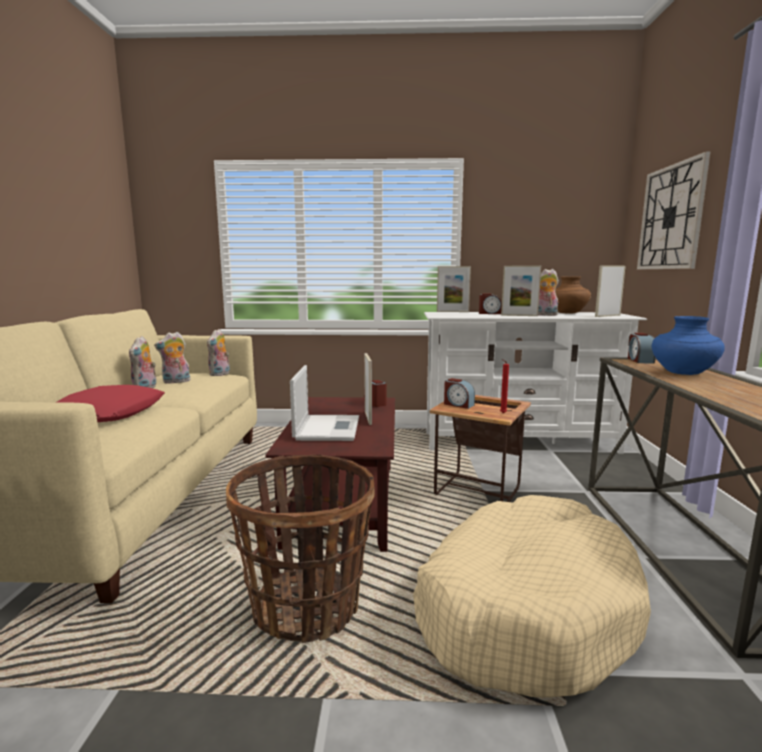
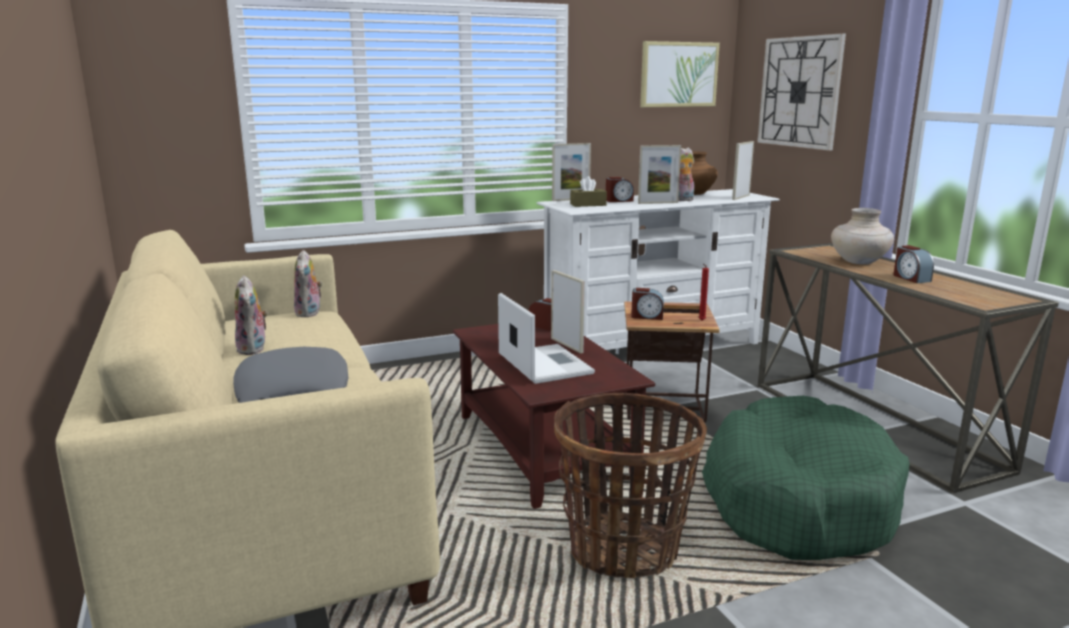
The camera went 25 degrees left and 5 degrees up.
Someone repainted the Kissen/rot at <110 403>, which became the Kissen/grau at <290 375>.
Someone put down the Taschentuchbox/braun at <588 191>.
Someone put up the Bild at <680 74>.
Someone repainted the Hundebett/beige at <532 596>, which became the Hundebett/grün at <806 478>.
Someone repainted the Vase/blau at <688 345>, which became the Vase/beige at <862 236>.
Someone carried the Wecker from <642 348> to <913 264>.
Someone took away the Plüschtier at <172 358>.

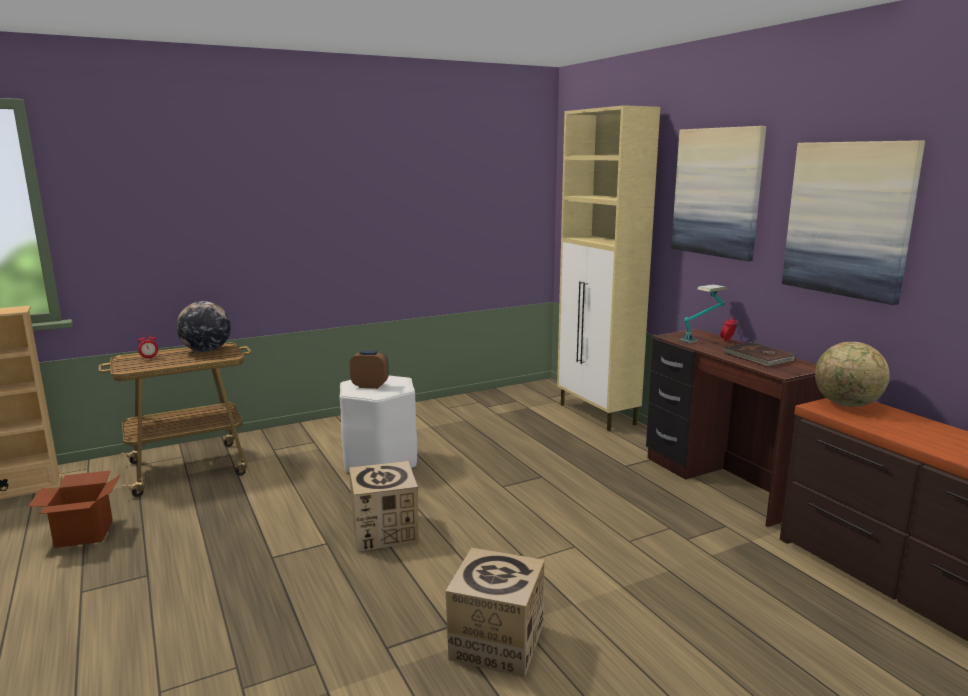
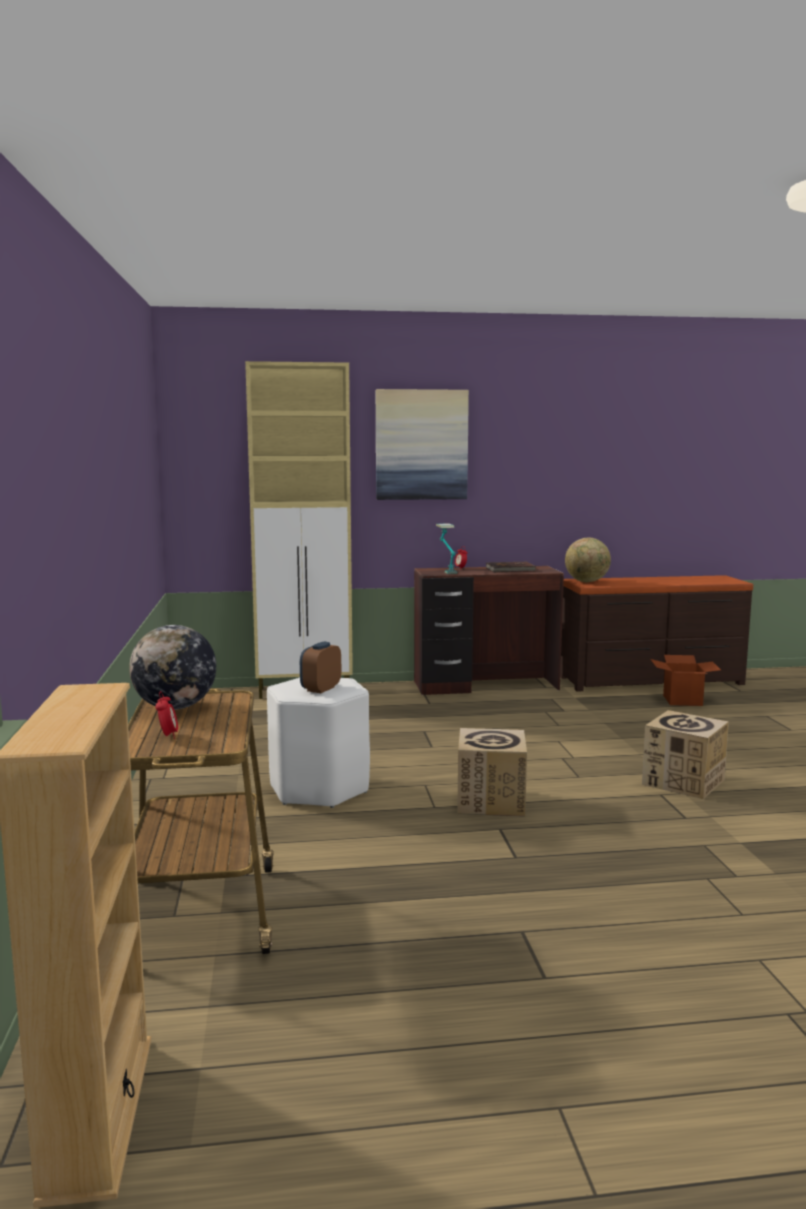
The camera went 70 degrees left and 5 degrees down.
Someone carried the Karton from <73 509> to <685 680>.
Someone took away the Bild at <853 222>.

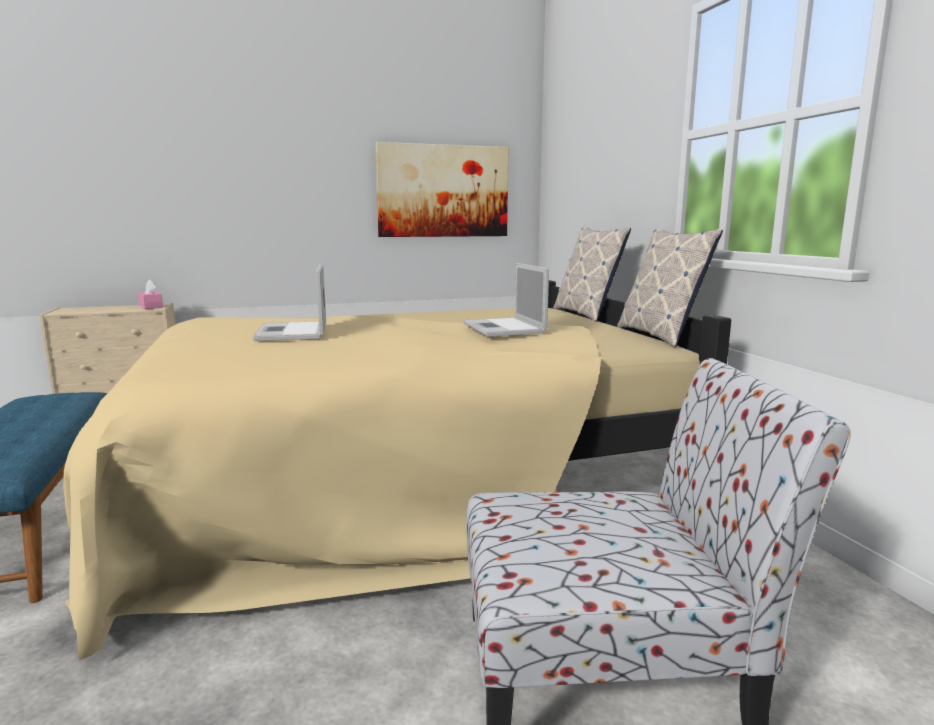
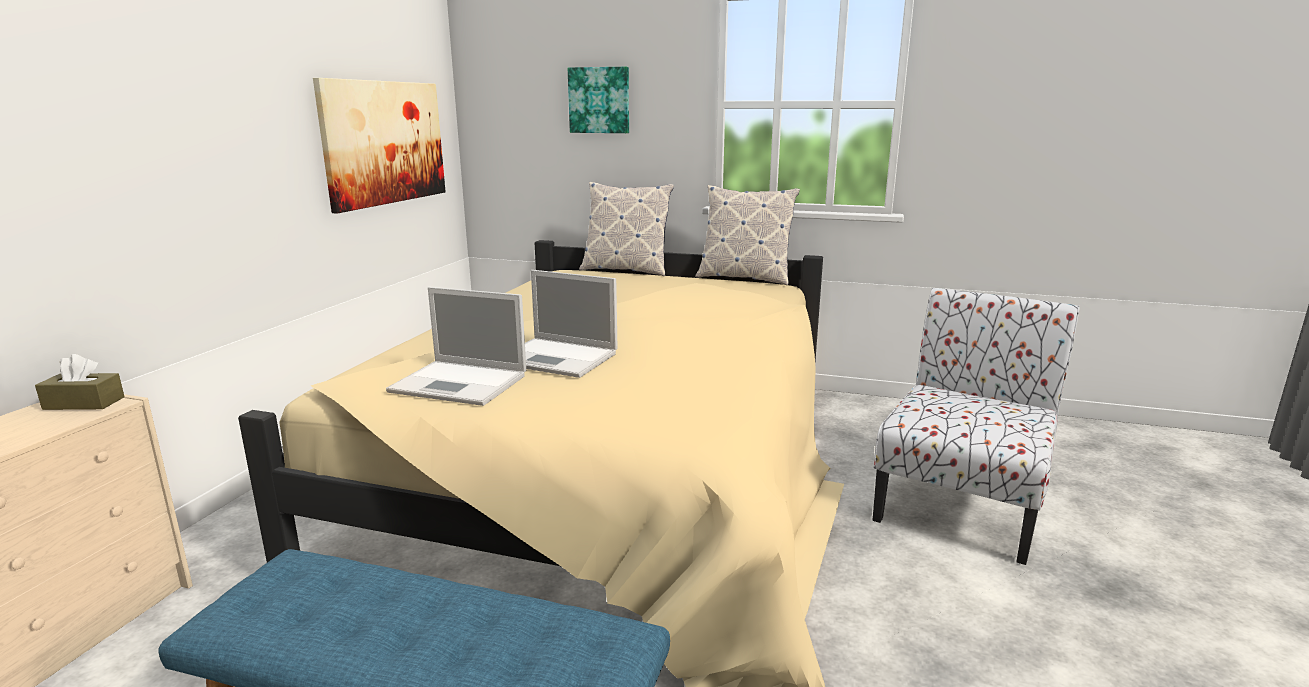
The camera went 55 degrees left and 5 degrees up.
Someone repainted the Taschentuchbox/rosa at <150 294>, which became the Taschentuchbox/braun at <80 382>.
Someone carried the Laptop from <506 300> to <456 346>.
Someone put up the Bild at <598 100>.

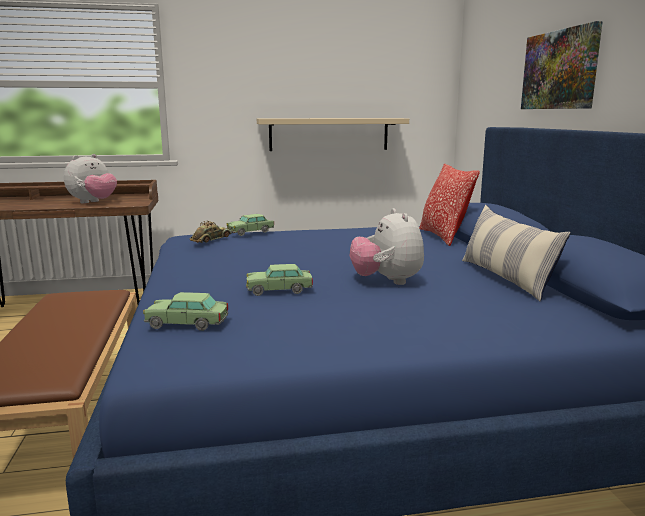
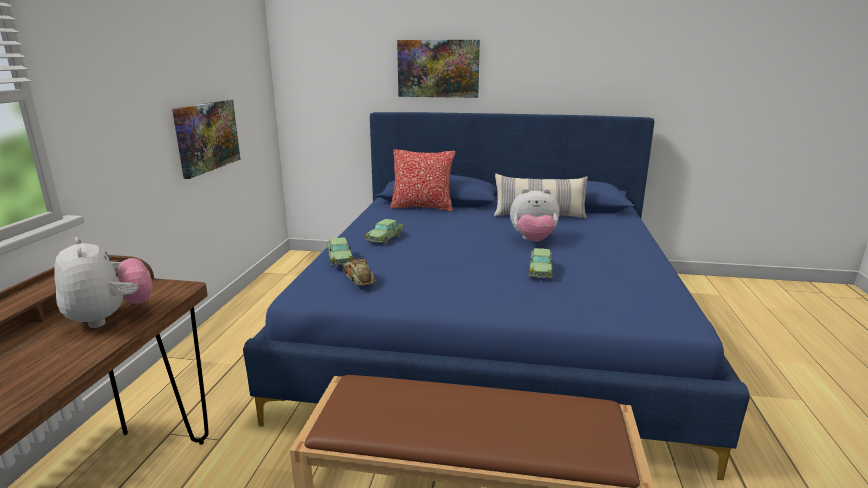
The camera went 70 degrees left and 5 degrees up.
Someone swapped the Wandregal/beige at <333 134> for the Bild at <206 139>.
Someone carried the Spielzeugauto from <185 311> to <384 232>.

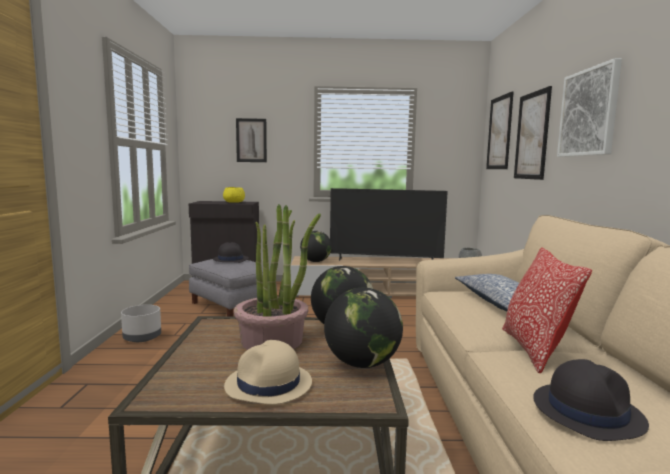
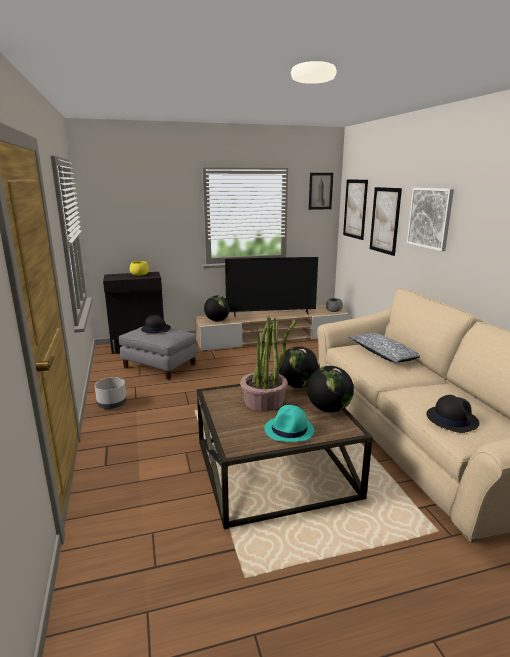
The camera went 15 degrees left and 10 degrees up.
Someone repainted the Hut/beige at <268 372>, which became the Hut/türkis at <289 423>.
Someone carried the Bild from <251 140> to <321 191>.
Someone took away the Kissen at <547 310>.

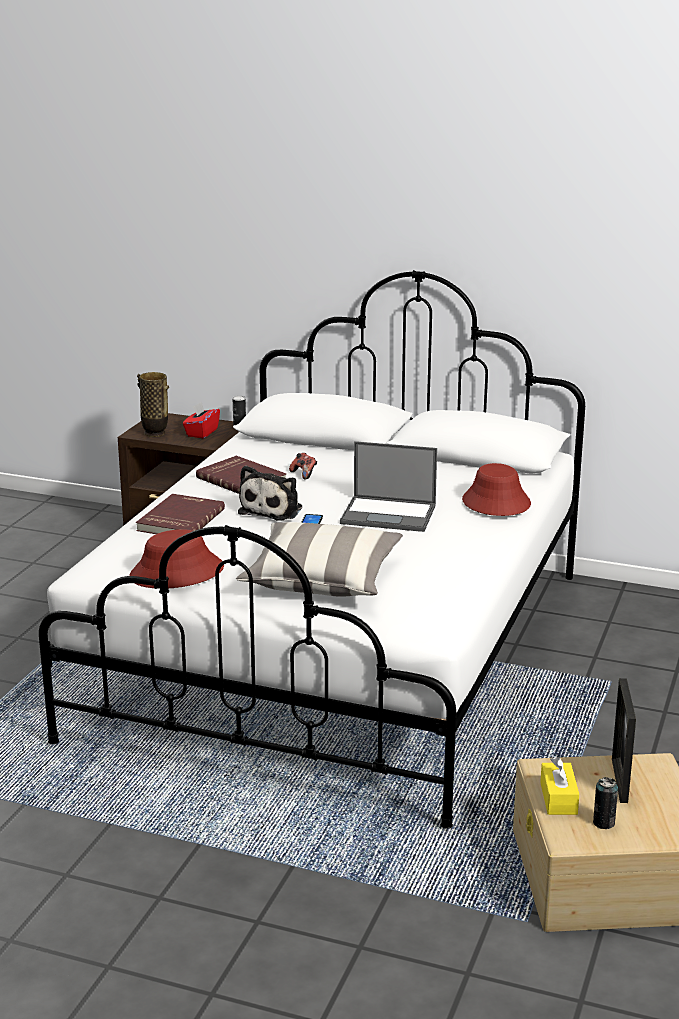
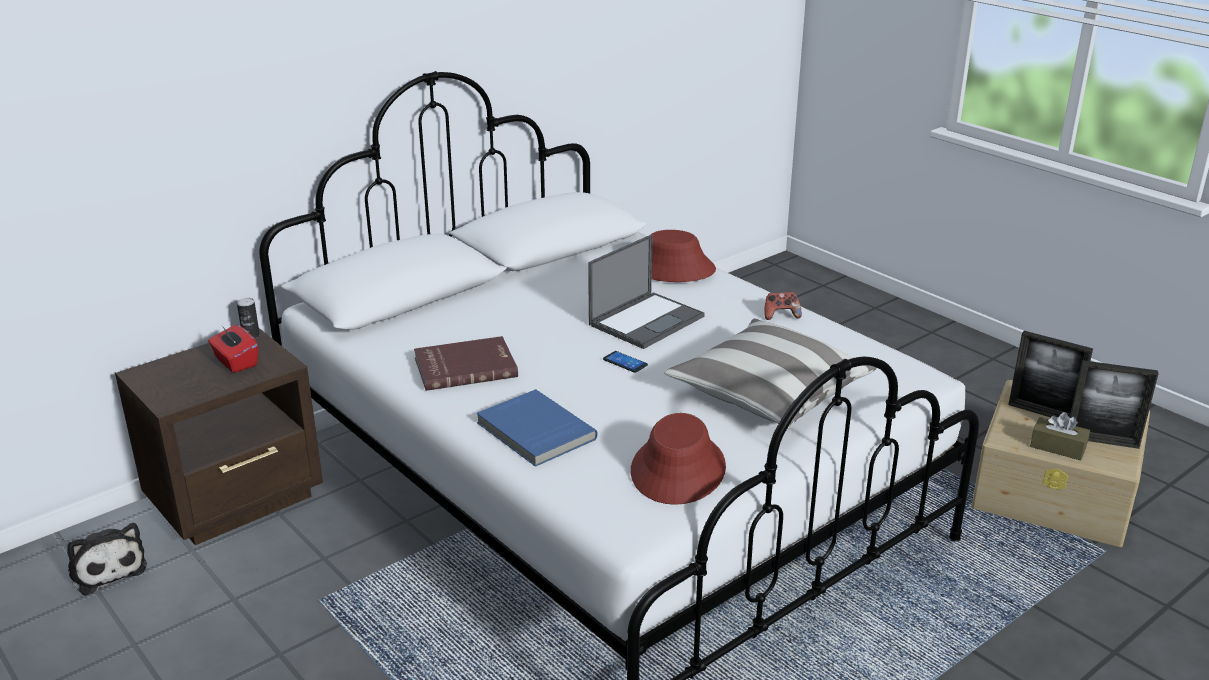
The camera went 60 degrees left and 5 degrees up.
Someone carried the Plüschtier from <270 493> to <107 559>.
Someone repainted the Buch/rot at <180 514>, which became the Buch/blau at <537 428>.
Someone carried the Gamepad from <303 466> to <783 306>.
Someone repainted the Taschentuchbox/gelb at <559 786>, which became the Taschentuchbox/braun at <1060 436>.
Someone swapped the Dose at <605 803> for the Bilderrahmen at <1114 404>.
Someone took away the Vase at <153 404>.

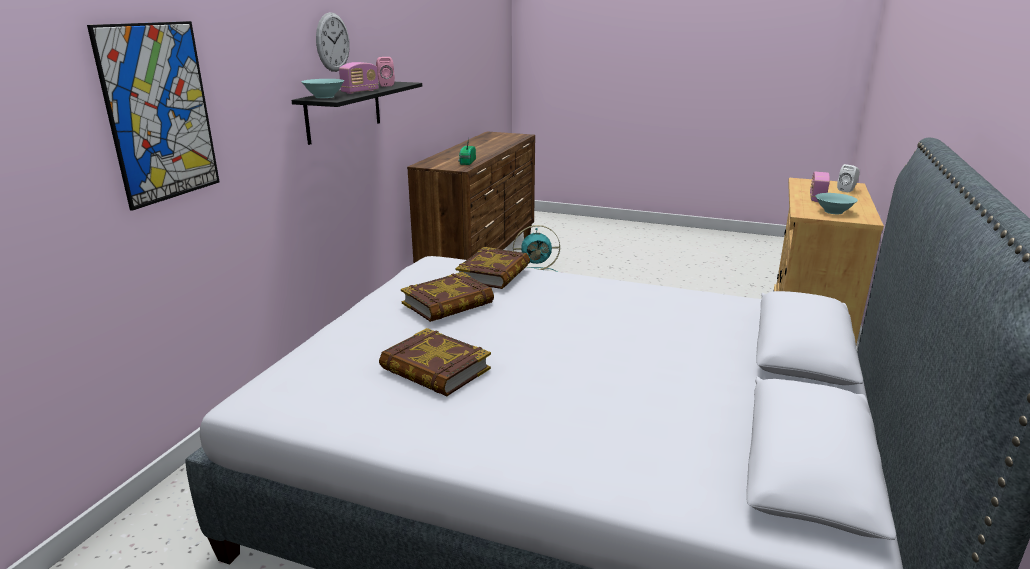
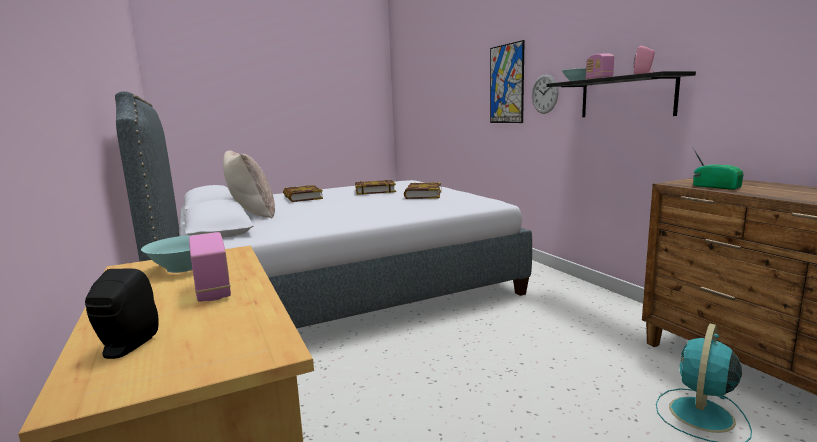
The camera went 135 degrees right and 10 degrees down.
Someone repainted the Lautsprecher/weiß at <848 178>, which became the Lautsprecher/schwarz at <122 314>.
Someone put down the Kissen/beige at <249 185>.
Someone carried the Buch from <493 268> to <303 193>.
Someone carried the Wanduhr from <333 42> to <545 94>.

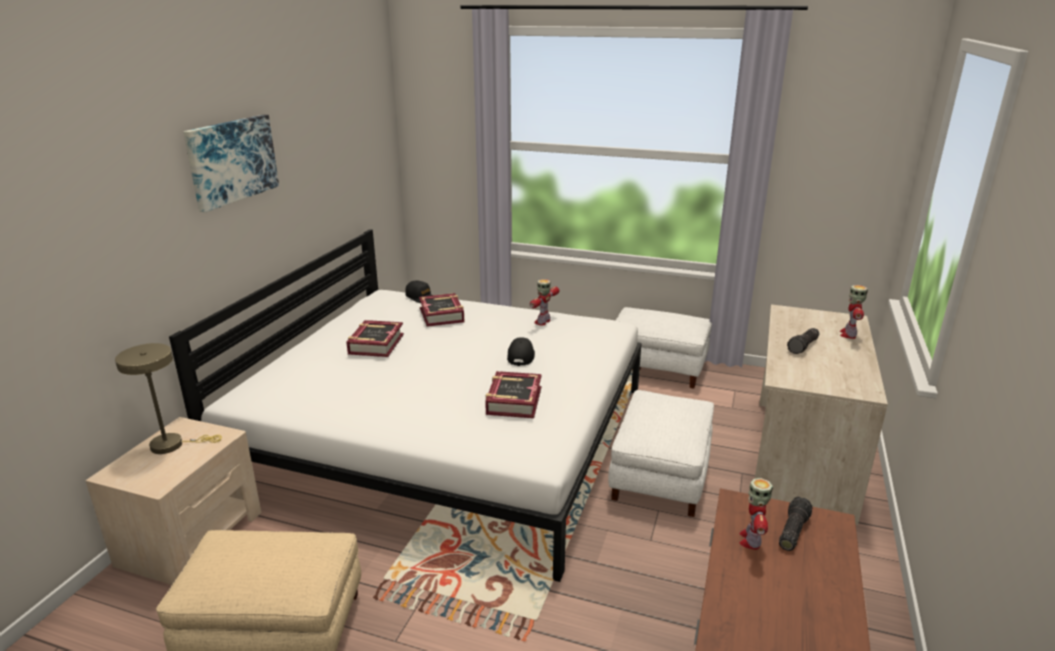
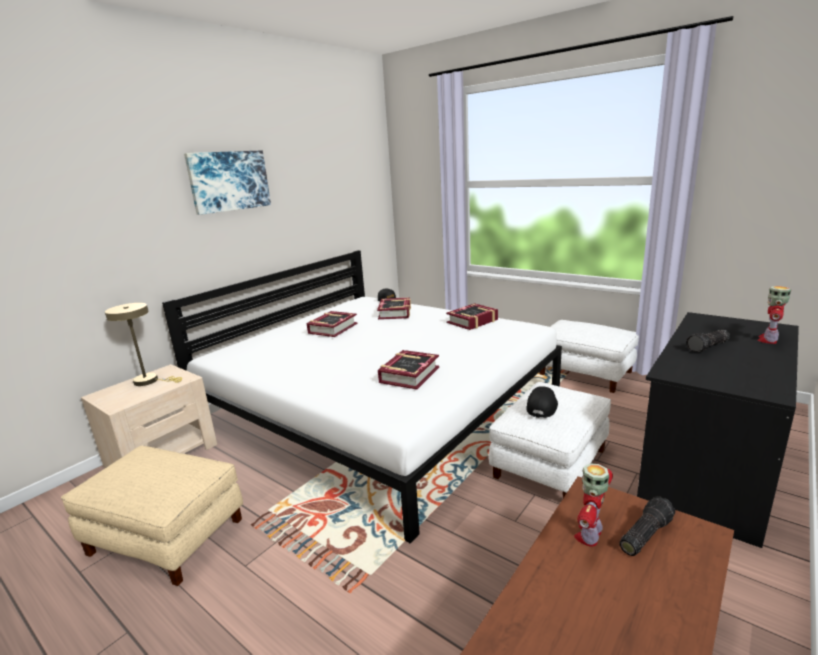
The camera went 20 degrees right and 5 degrees down.
Someone swapped the Spielzeugroboter at <544 302> for the Buch at <472 316>.
Someone carried the Kappe/schwarz from <521 351> to <542 402>.
Someone repainted the Schreibtisch/beige at <821 414>, which became the Schreibtisch/schwarz at <718 430>.

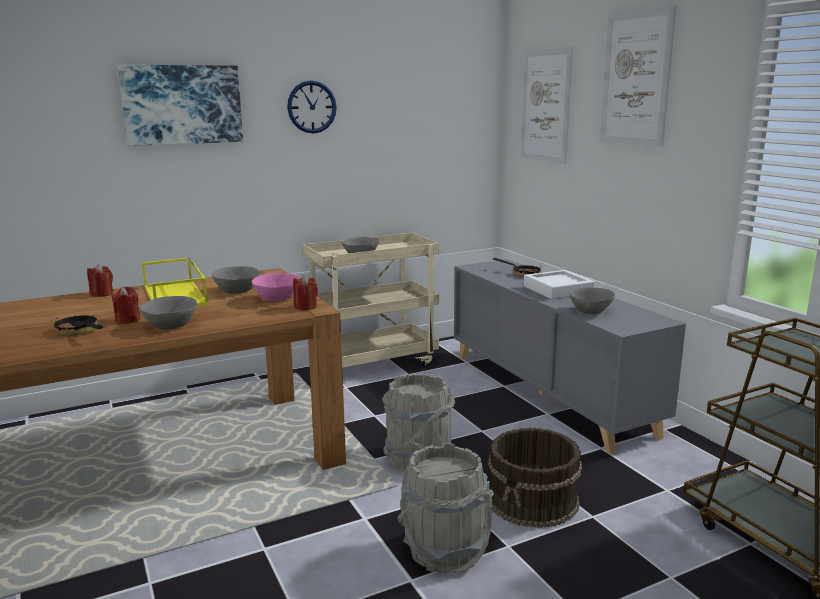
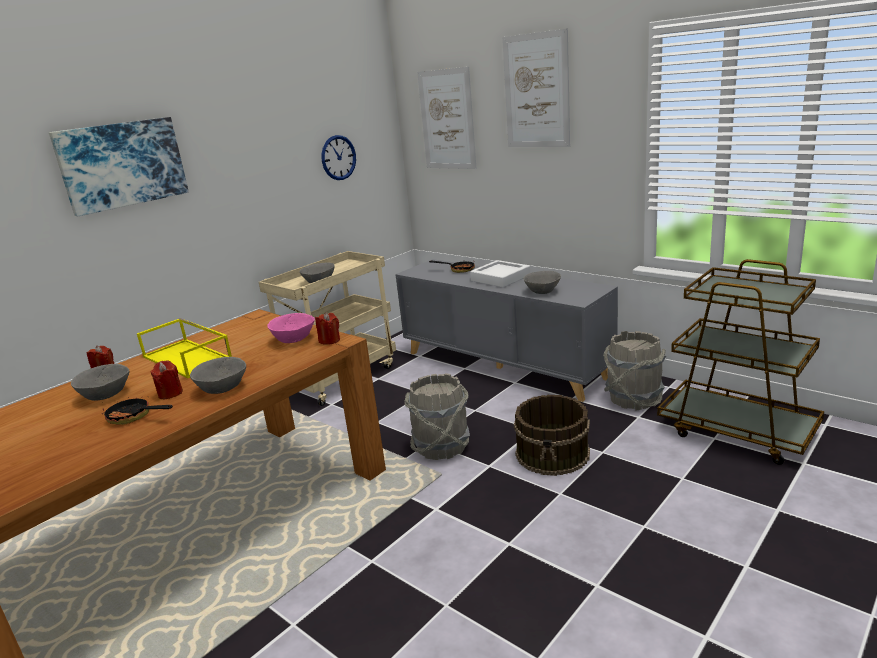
The camera went 20 degrees left and 5 degrees up.
Someone carried the Schüssel/grau from <236 280> to <100 382>.
Someone carried the Wanduhr from <312 107> to <338 157>.
Someone carried the Eimer/grau from <445 508> to <634 371>.

